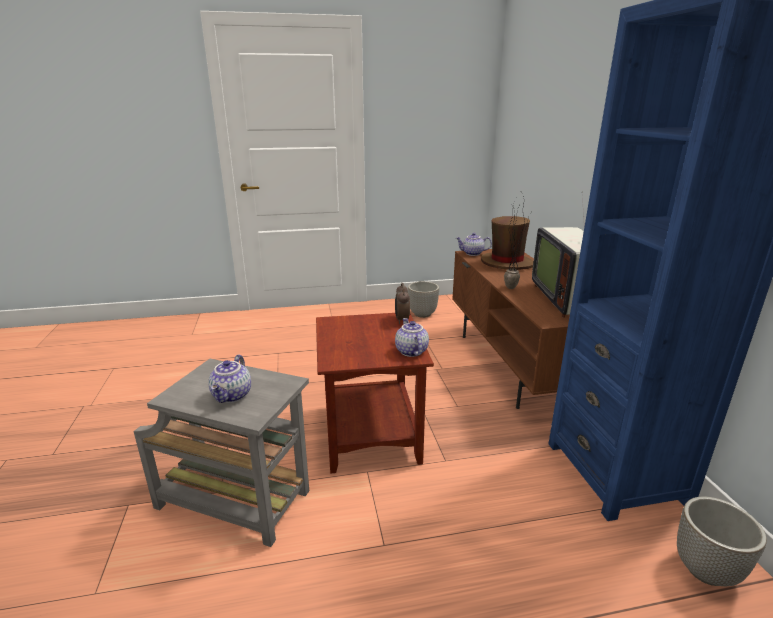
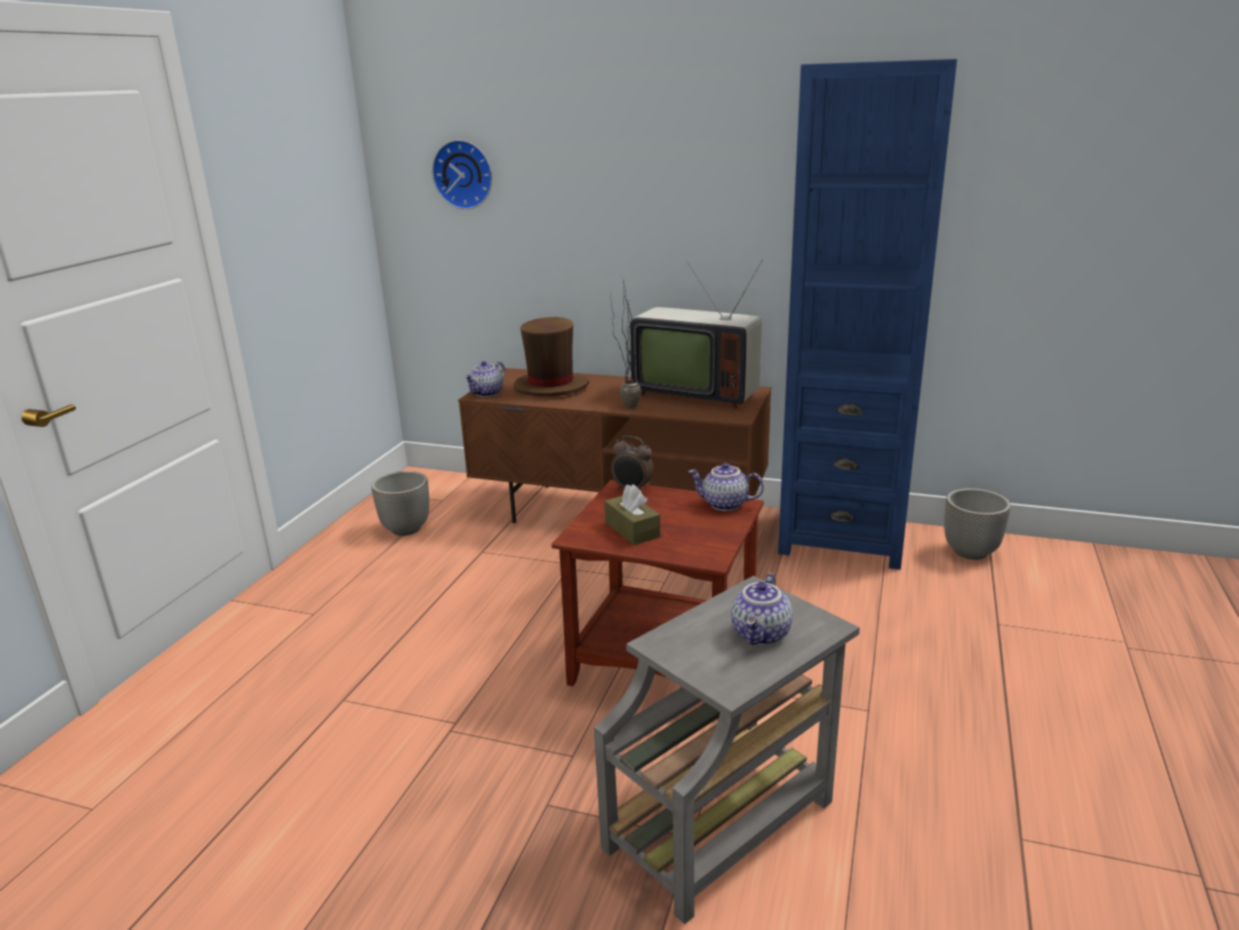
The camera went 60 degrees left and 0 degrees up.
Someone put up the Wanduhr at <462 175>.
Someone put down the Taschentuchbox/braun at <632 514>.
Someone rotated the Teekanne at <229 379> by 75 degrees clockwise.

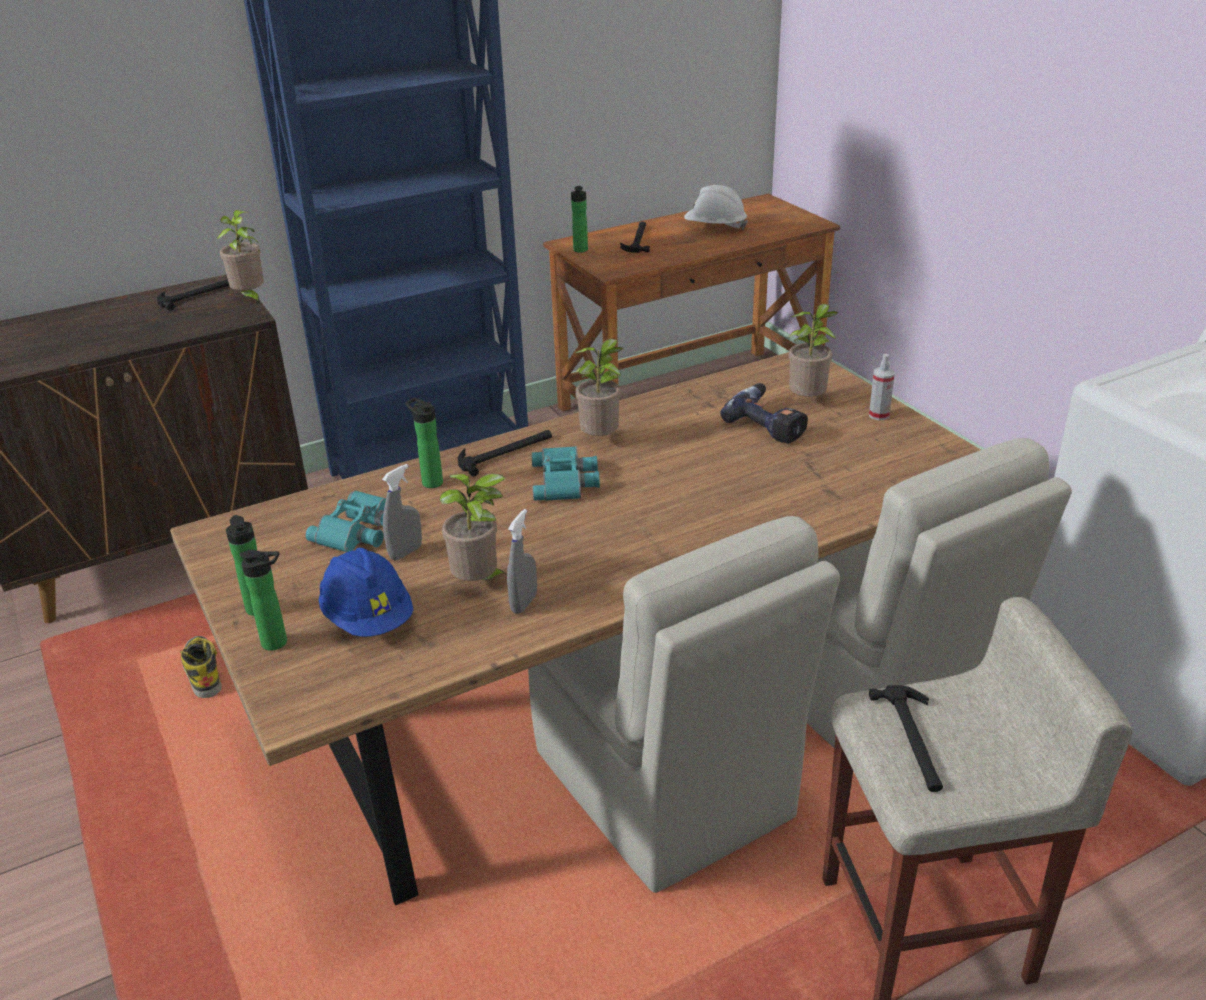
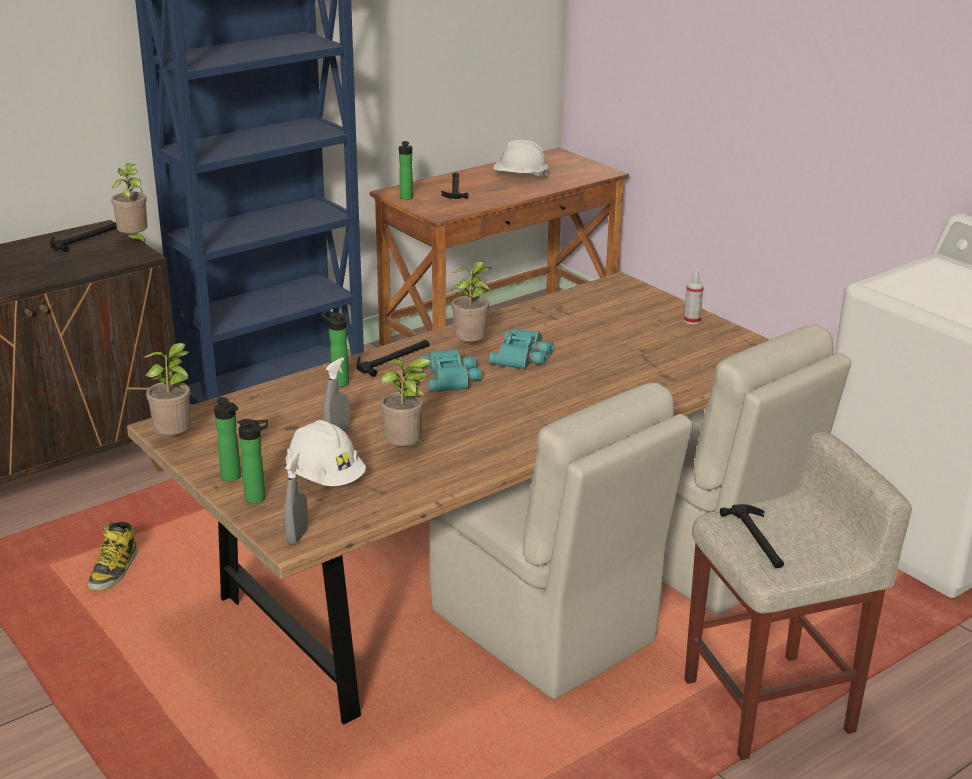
The camera went 10 degrees left and 5 degrees down.
Someone rotated the Stiefel at <201 667> by 135 degrees counterclockwise.
Someone carried the Topfpflanze from <813 350> to <167 389>.
Someone carried the Sprühflasche/grau from <522 561> to <296 498>.
Someone repainted the Schutzhelm/blau at <366 592>, which became the Schutzhelm/weiß at <325 453>.
Someone carried the Fernglas/türkis from <346 521> to <521 349>.
Someone took away the Bohrmaschine at <764 413>.

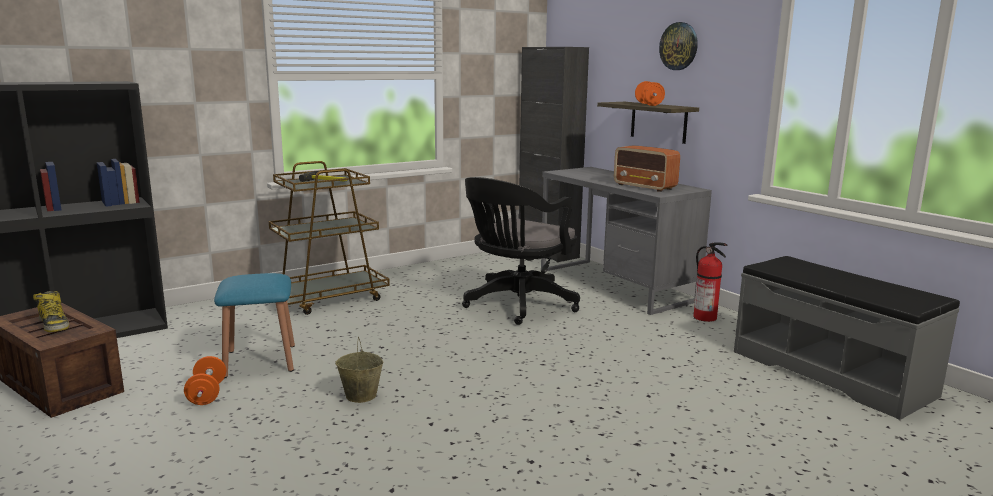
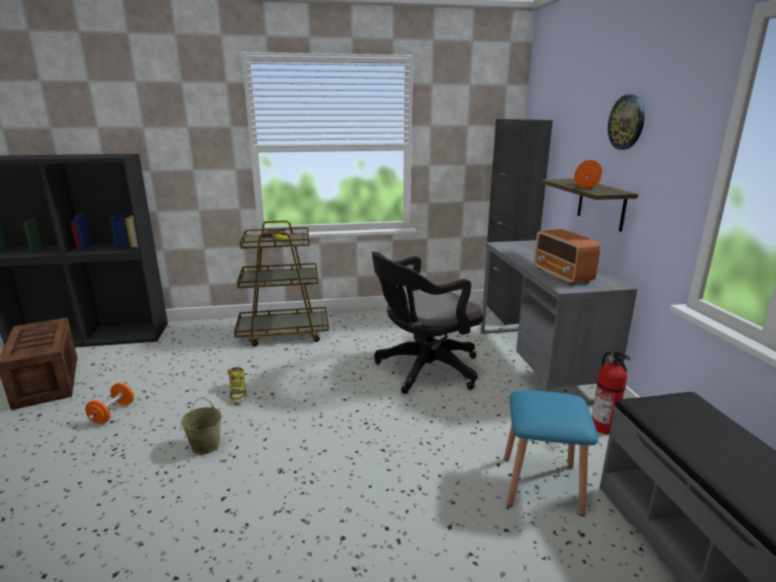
The camera went 25 degrees right and 5 degrees up.
Someone carried the Stiefel from <51 311> to <237 385>.
Someone carried the Hocker/blau from <254 325> to <551 453>.

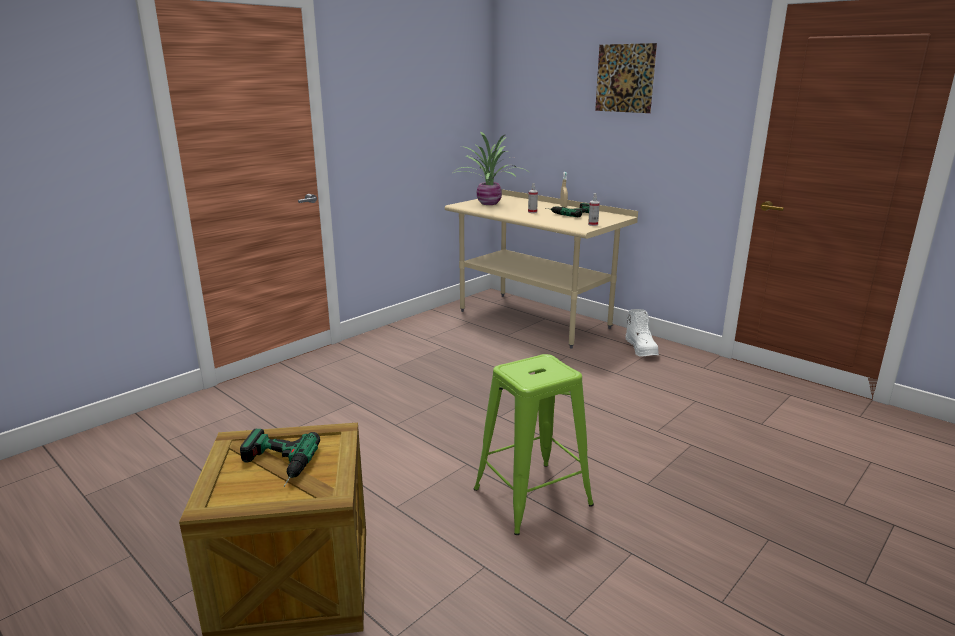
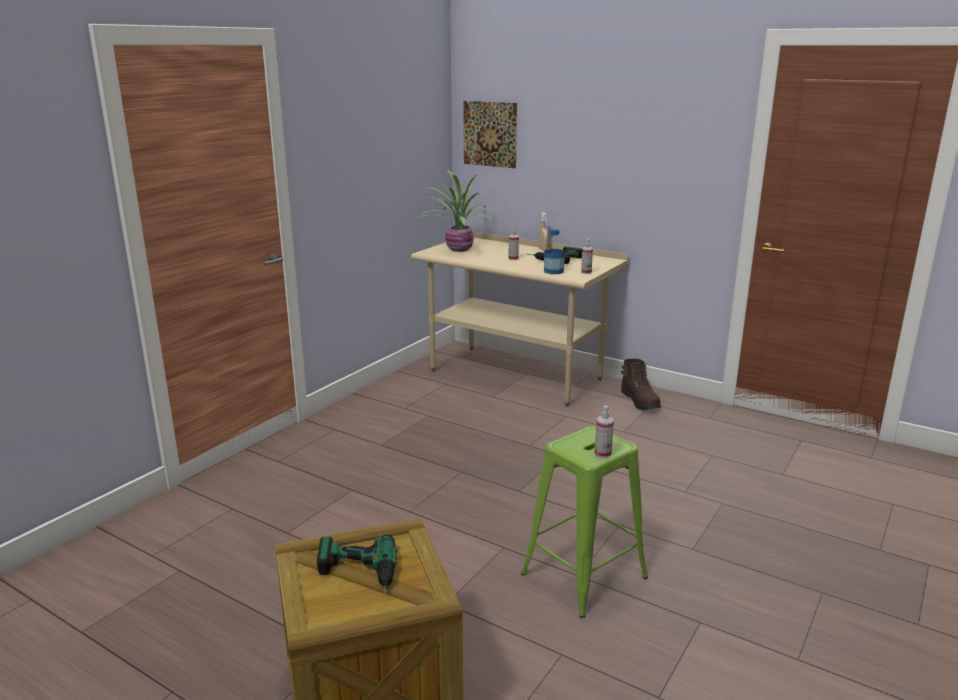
The camera went 10 degrees left and 0 degrees up.
Someone carried the Bild from <626 78> to <490 134>.
Someone put down the Flasche at <554 251>.
Someone put down the Sprühflasche at <604 431>.
Someone repainted the Stiefel/weiß at <642 333>, which became the Stiefel/braun at <641 384>.

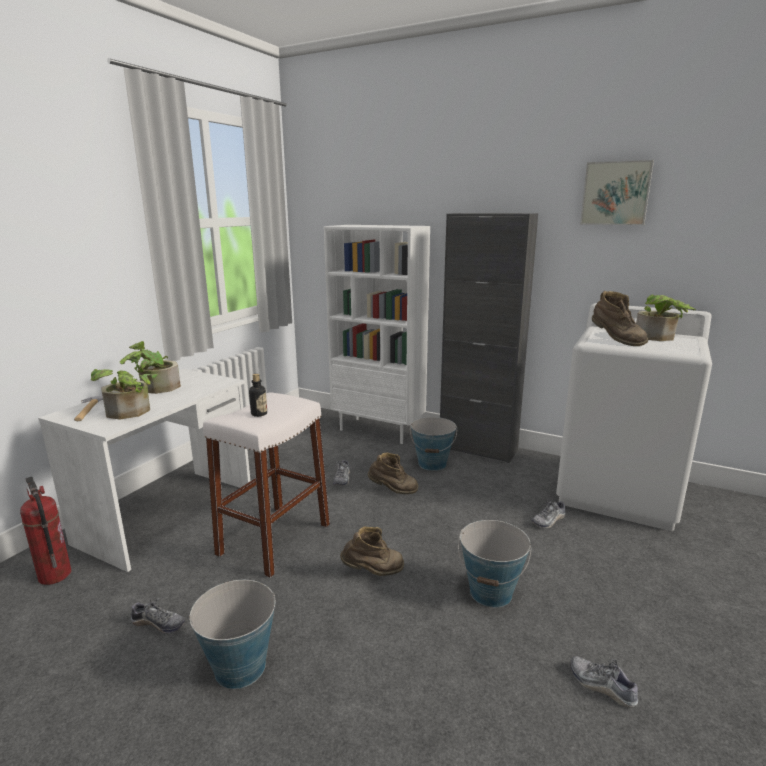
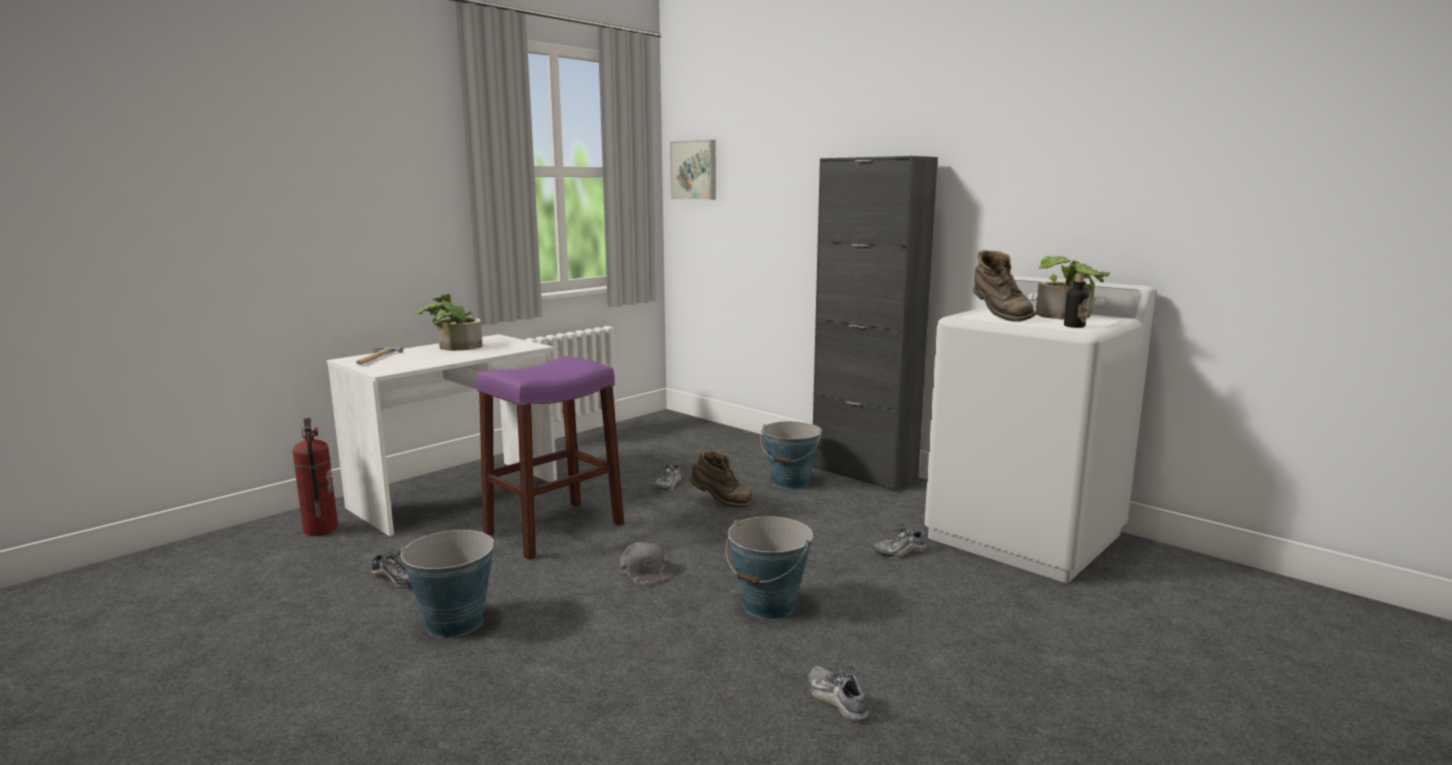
The camera went 15 degrees right and 5 degrees down.
Someone repainted the Hocker/weiß at <266 485>, which became the Hocker/lila at <550 458>.
Someone swapped the Stiefel/braun at <372 551> for the Kappe/grau at <645 563>.
Someone carried the Bild from <617 192> to <693 170>.
Someone carried the Flasche from <258 395> to <1076 300>.
Someone took away the Topfpflanze at <124 394>.
Someone took away the Bücherregal/weiß at <377 334>.

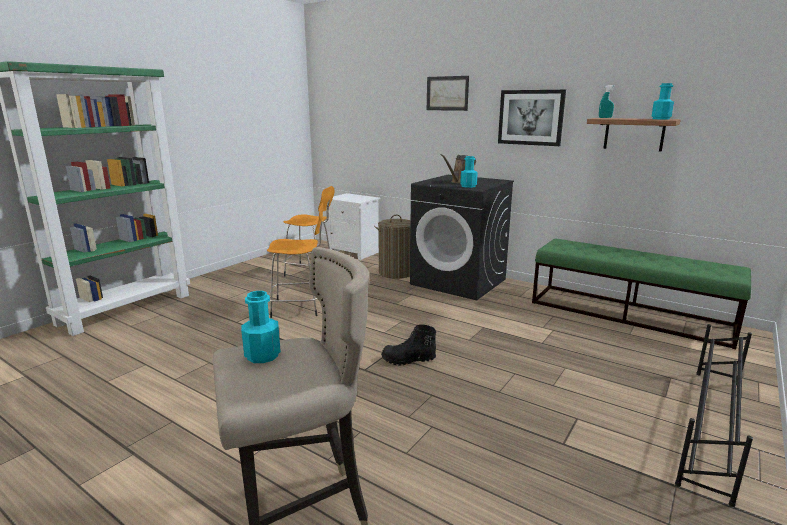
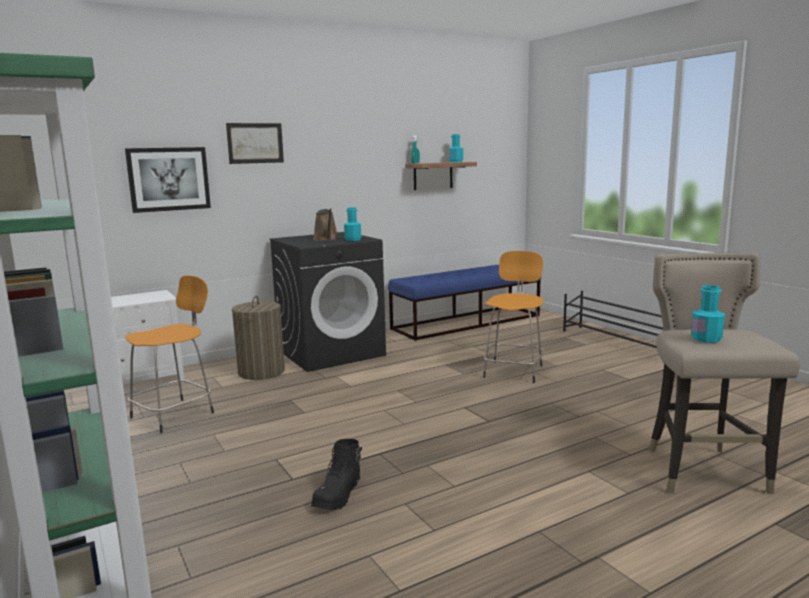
The camera went 65 degrees left and 5 degrees down.
Someone carried the Bild from <532 118> to <168 180>.
Someone carried the Stiefel/schwarz from <408 345> to <336 474>.
Someone repainted the Bank/grün at <641 293>, which became the Bank/blau at <464 303>.
Someone carried the Hocker/orange from <295 260> to <513 317>.

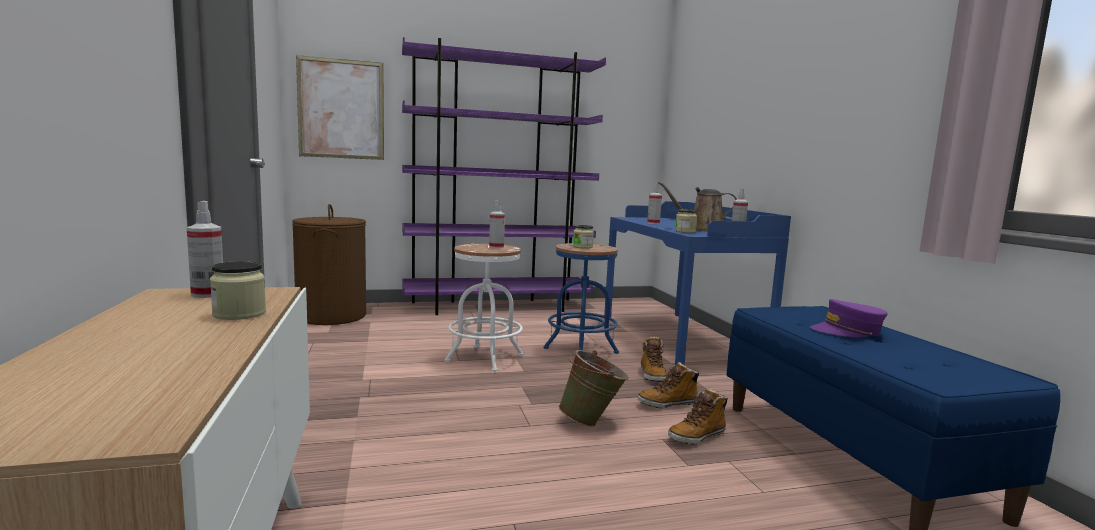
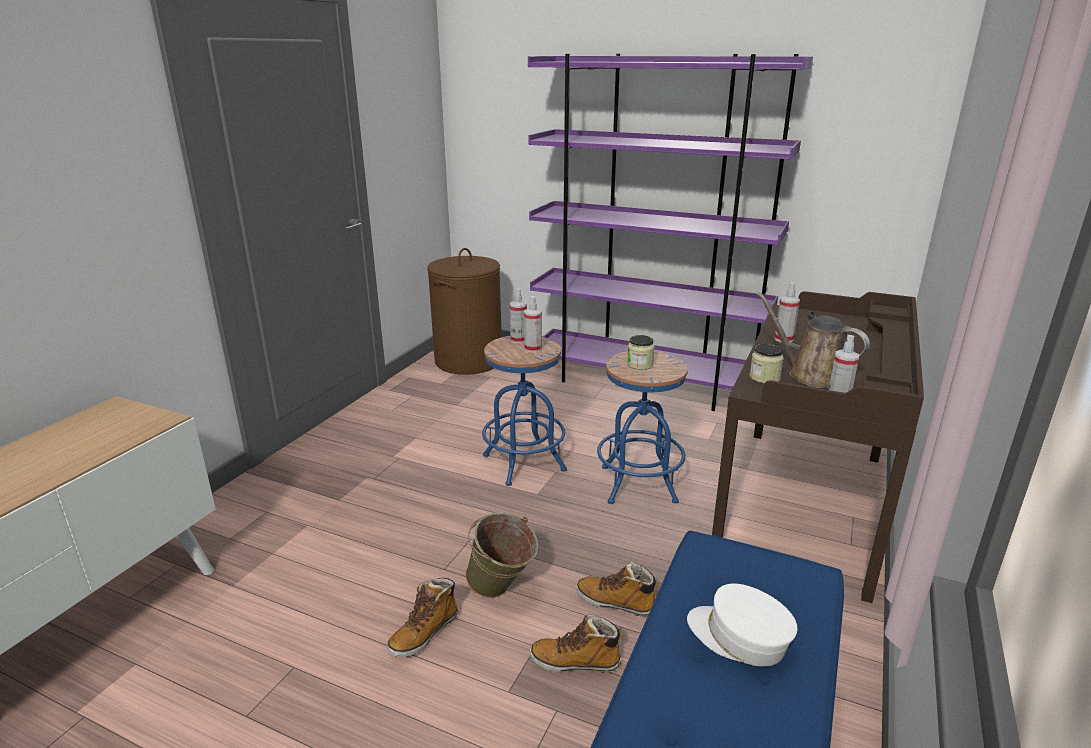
The camera went 40 degrees right and 15 degrees up.
Someone carried the Stiefel from <654 359> to <422 617>.
Someone repainted the Hocker/weiß at <484 308>, which became the Hocker/blau at <524 411>.
Someone carried the Sprühflasche from <205 249> to <518 315>.
Someone repainted the Kappe/lila at <848 318>, which became the Kappe/weiß at <742 625>.
Someone repainted the Schreibtisch/blau at <697 283>, which became the Schreibtisch/braun at <818 447>.
Someone took away the Vorratsglas at <238 290>.
Someone took away the Bild at <340 107>.

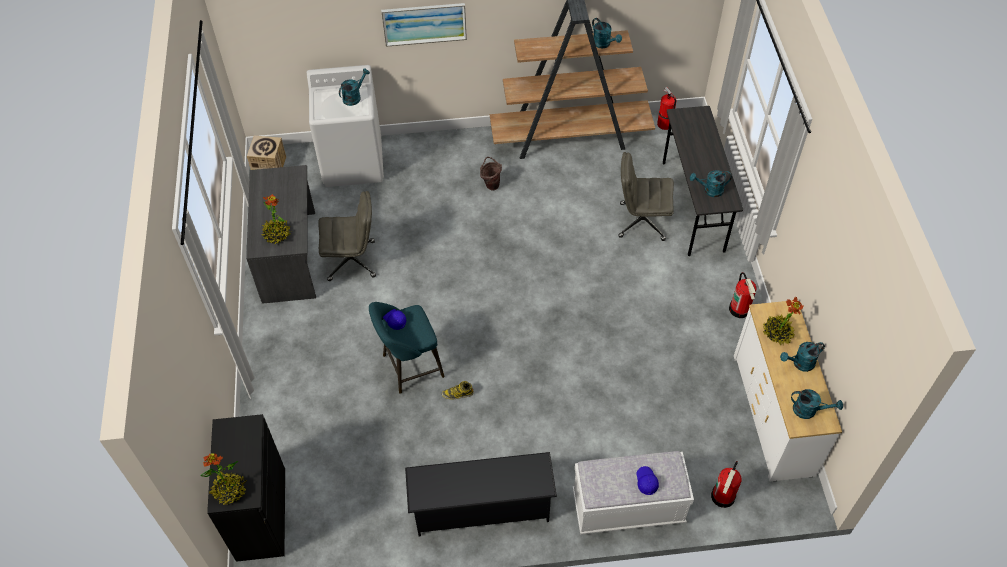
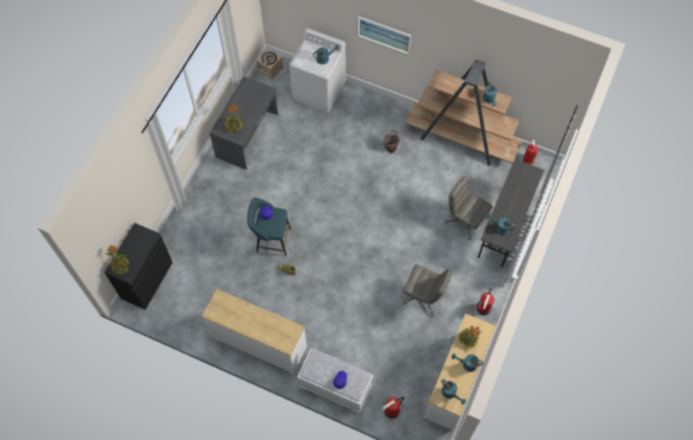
The camera went 30 degrees right and 10 degrees up.
Someone swapped the Schuhregal/schwarz at <481 494> for the Kommode/weiß at <254 331>.
Someone carried the Bürostuhl/grau from <347 236> to <428 290>.

